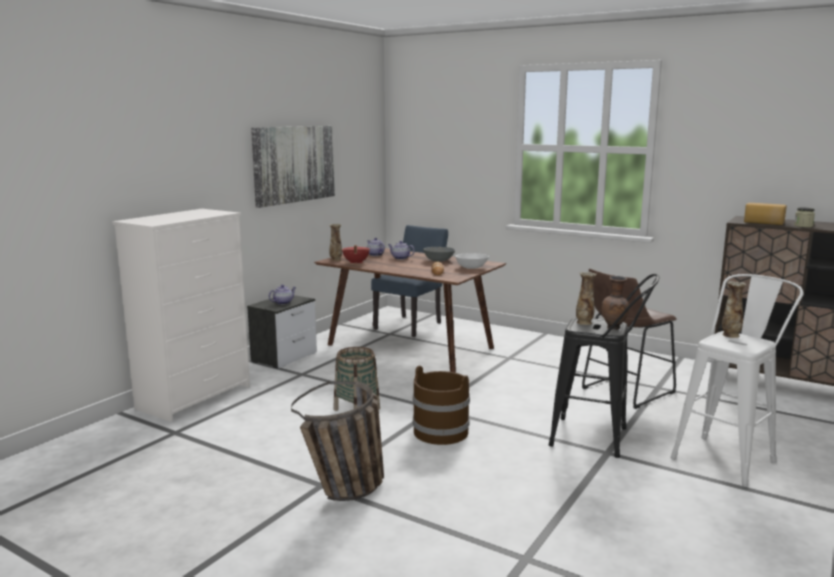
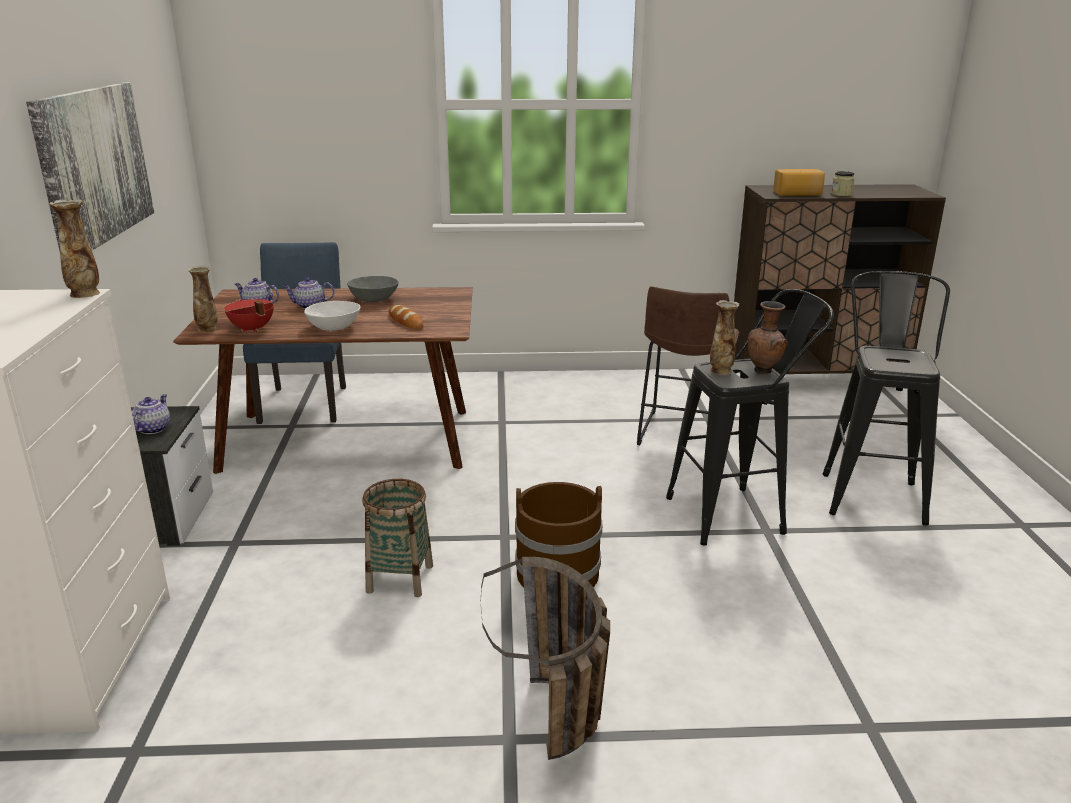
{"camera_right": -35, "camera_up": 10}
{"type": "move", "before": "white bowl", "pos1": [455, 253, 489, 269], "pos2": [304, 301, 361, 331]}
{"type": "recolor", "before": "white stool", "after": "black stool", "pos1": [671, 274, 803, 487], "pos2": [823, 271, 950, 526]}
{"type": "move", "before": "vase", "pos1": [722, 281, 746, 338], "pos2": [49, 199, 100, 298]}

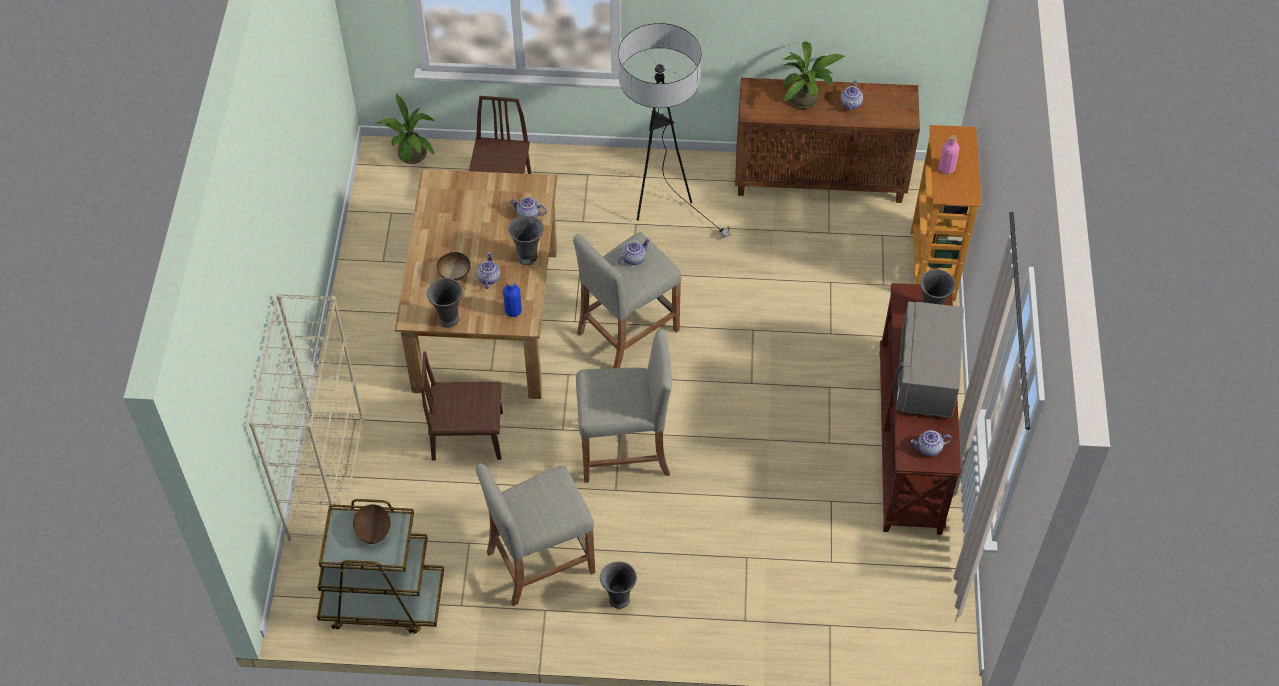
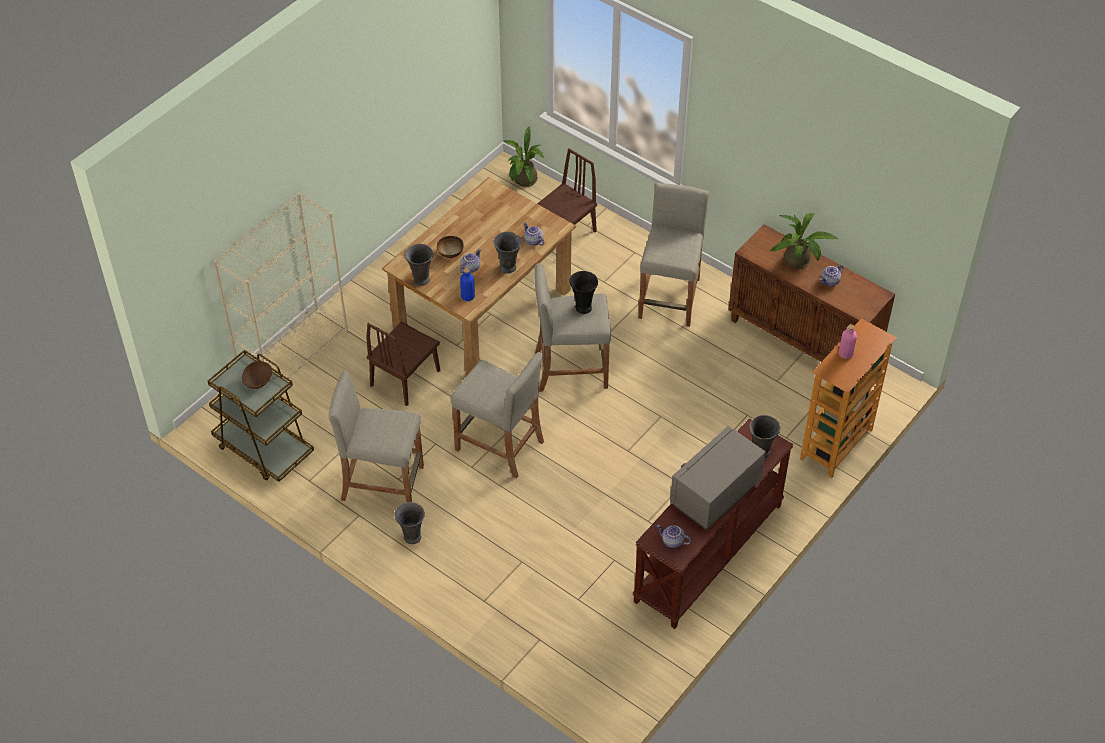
{"camera_right": 35, "camera_up": -5}
{"type": "rotate", "before": "brown chair", "pos1": [421, 351, 503, 461], "pos2": [366, 321, 440, 406], "turn": -90}
{"type": "replace", "before": "floor lamp", "after": "beige stool", "pos1": [618, 23, 731, 240], "pos2": [638, 183, 709, 327]}
{"type": "replace", "before": "teapot", "after": "black vase", "pos1": [618, 238, 650, 265], "pos2": [570, 271, 598, 314]}

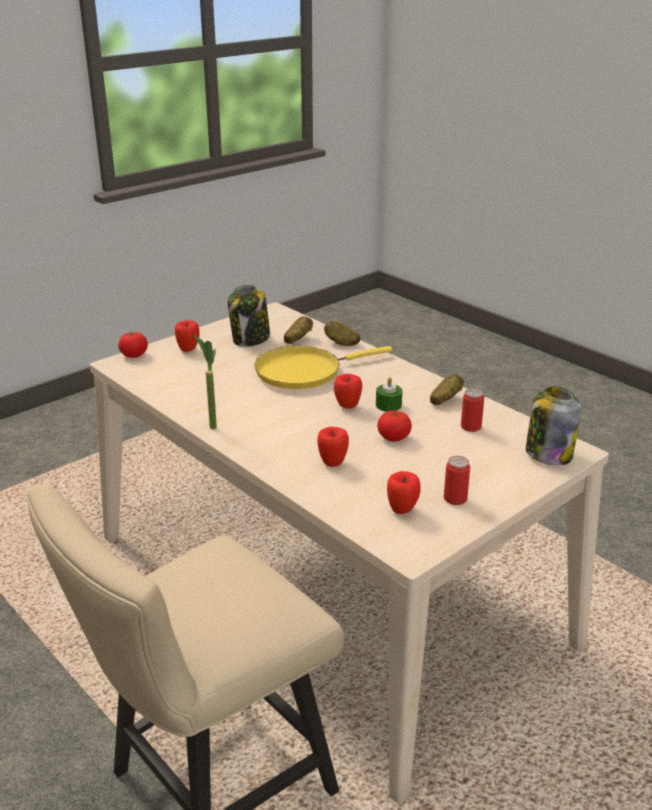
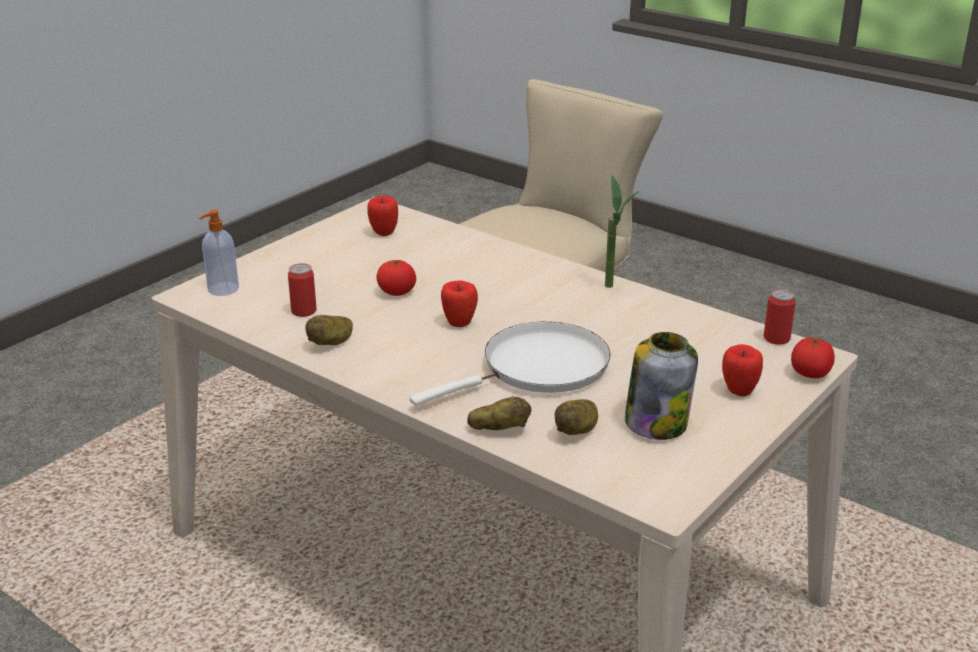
{"camera_right": 170, "camera_up": 0}
{"type": "recolor", "before": "yellow frying pan", "after": "white frying pan", "pos1": [254, 346, 393, 389], "pos2": [409, 322, 611, 406]}
{"type": "delete", "before": "apple", "pos1": [317, 427, 349, 467]}
{"type": "delete", "before": "green candle", "pos1": [376, 377, 402, 412]}
{"type": "move", "before": "can", "pos1": [444, 456, 470, 505], "pos2": [764, 289, 796, 345]}
{"type": "replace", "before": "jar", "after": "soap dispenser", "pos1": [526, 387, 582, 466], "pos2": [199, 209, 239, 296]}

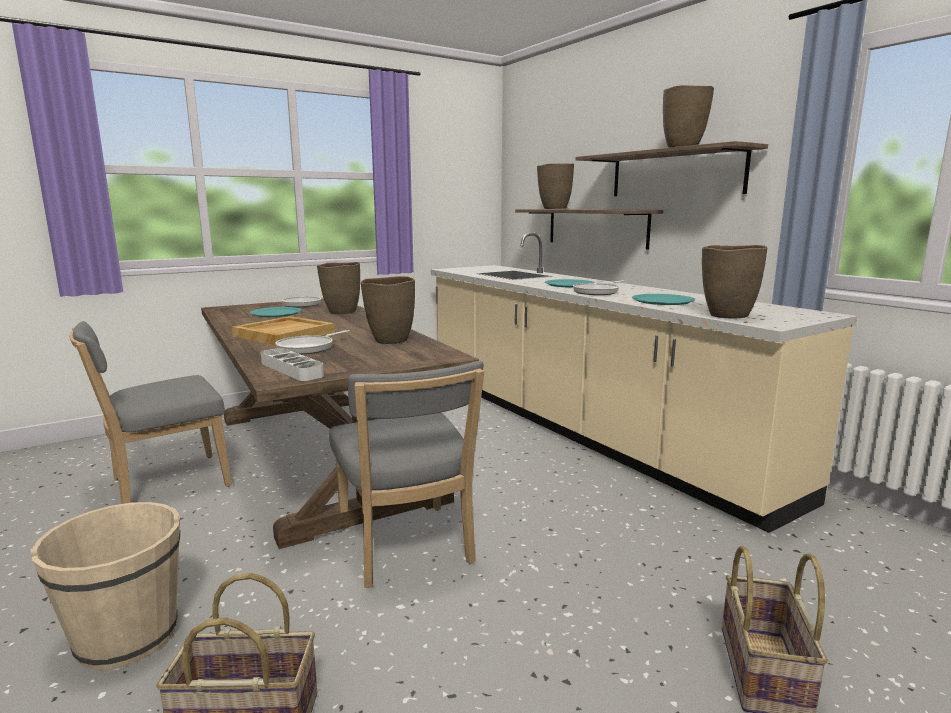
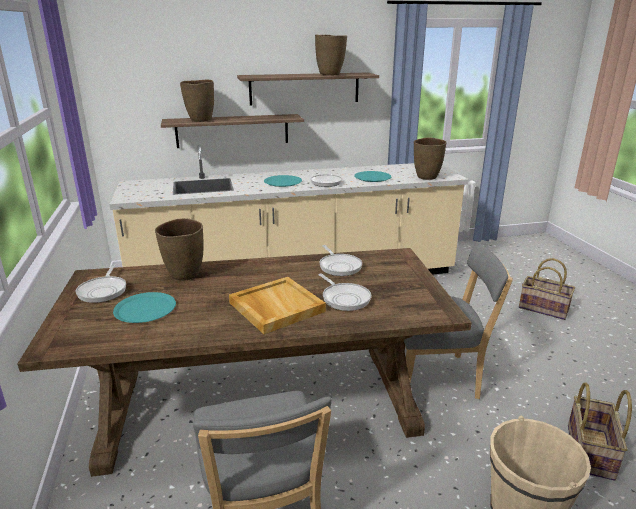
{"camera_right": -70, "camera_up": 10}
{"type": "delete", "before": "grey tray", "pos1": [261, 348, 324, 381]}
{"type": "replace", "before": "brown vase", "after": "frying pan", "pos1": [361, 276, 415, 344], "pos2": [319, 245, 362, 276]}

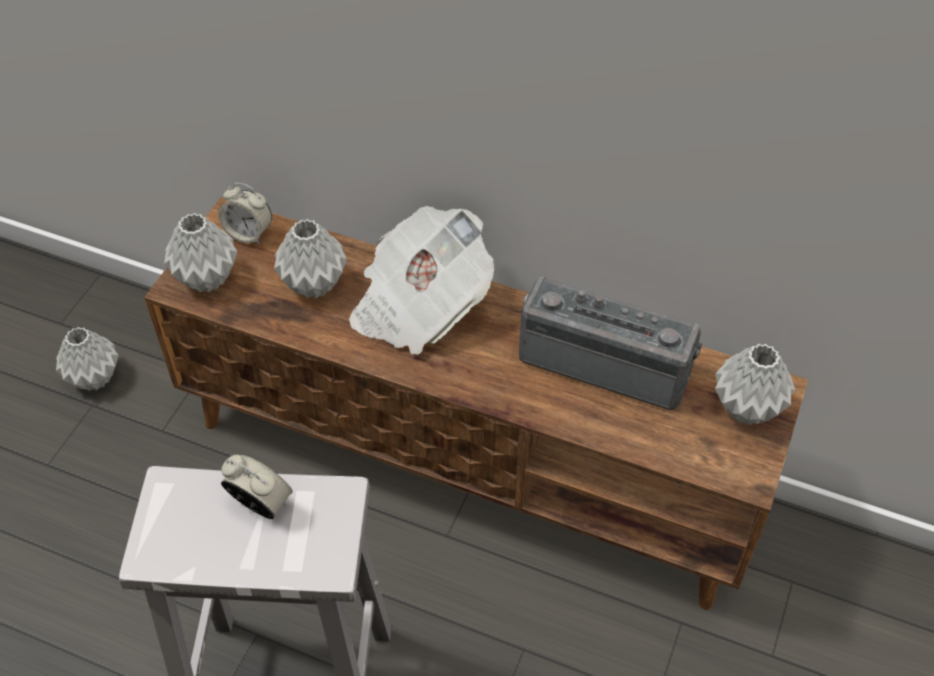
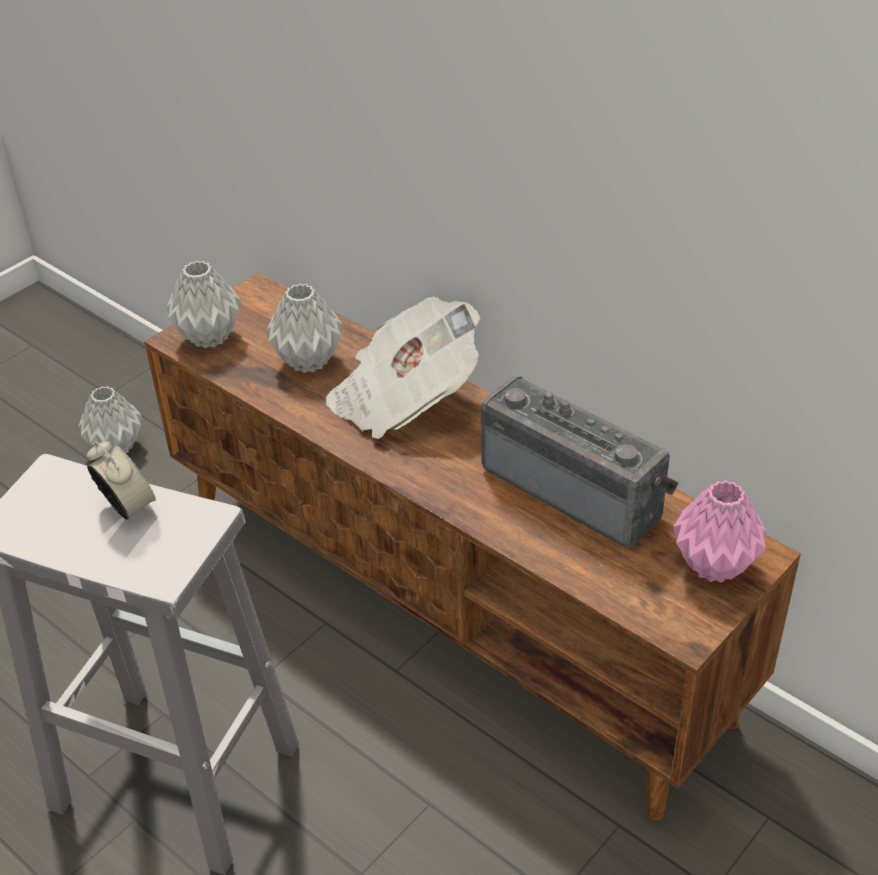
{"camera_right": 20, "camera_up": -10}
{"type": "delete", "before": "alarm clock", "pos1": [218, 183, 272, 244]}
{"type": "recolor", "before": "grey vase", "after": "pink vase", "pos1": [715, 344, 795, 425], "pos2": [673, 480, 767, 583]}

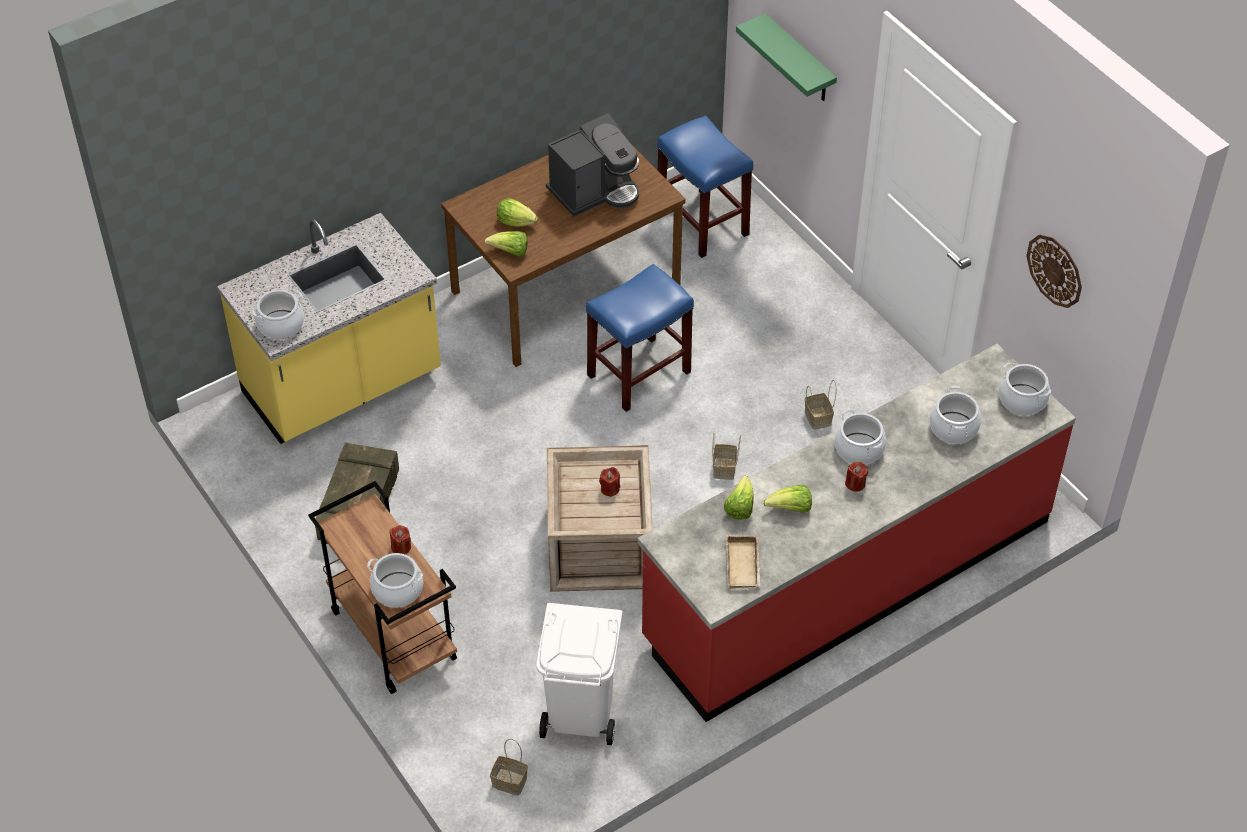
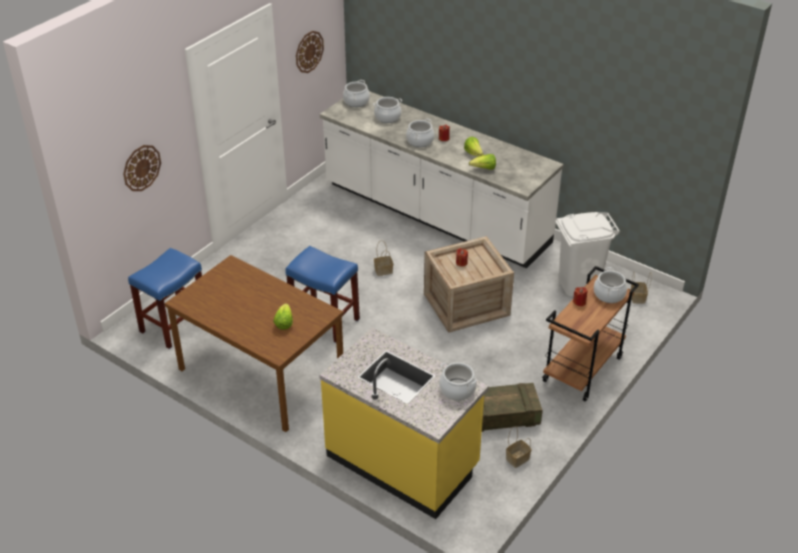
{"camera_right": -110, "camera_up": -10}
{"type": "delete", "before": "lettuce", "pos1": [484, 231, 528, 256]}
{"type": "delete", "before": "coffee machine", "pos1": [546, 113, 639, 217]}
{"type": "recolor", "before": "red counter", "after": "white counter", "pos1": [638, 344, 1076, 722], "pos2": [320, 91, 563, 269]}
{"type": "delete", "before": "beige tray", "pos1": [726, 535, 760, 589]}
{"type": "replace", "before": "green shelf", "after": "wall clock", "pos1": [736, 13, 837, 101], "pos2": [123, 145, 161, 191]}
{"type": "move", "before": "basket", "pos1": [805, 380, 836, 430], "pos2": [506, 426, 532, 468]}

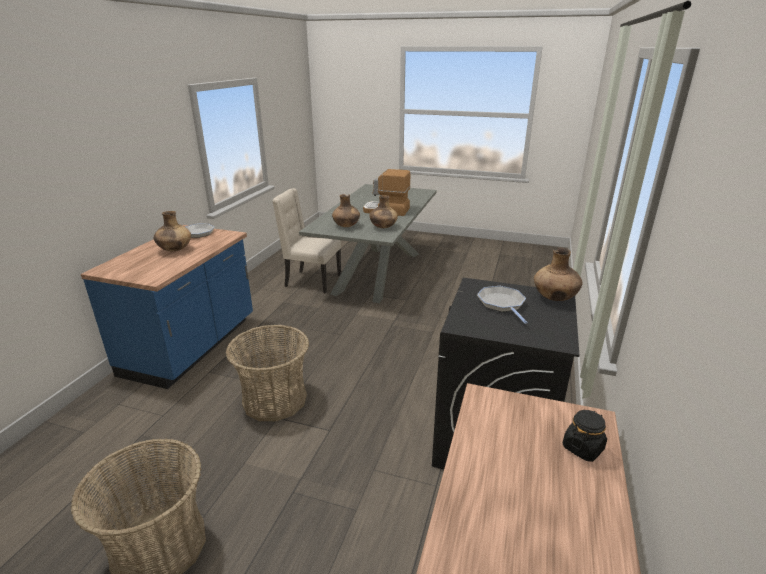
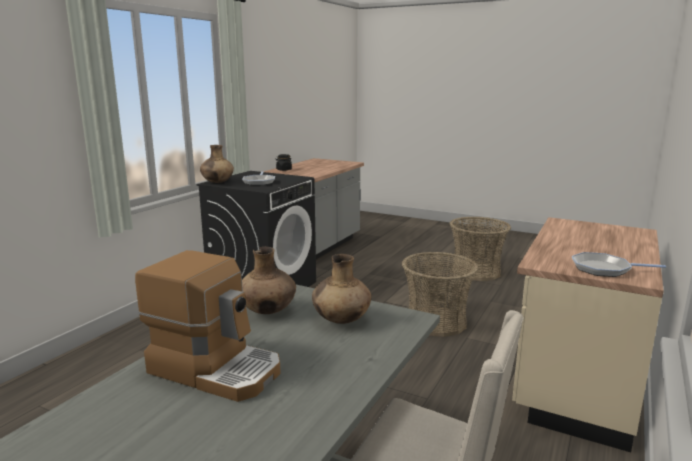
{"camera_right": -170, "camera_up": -10}
{"type": "recolor", "before": "blue counter", "after": "beige counter", "pos1": [81, 225, 253, 389], "pos2": [512, 217, 664, 452]}
{"type": "delete", "before": "brown vase", "pos1": [154, 211, 191, 251]}

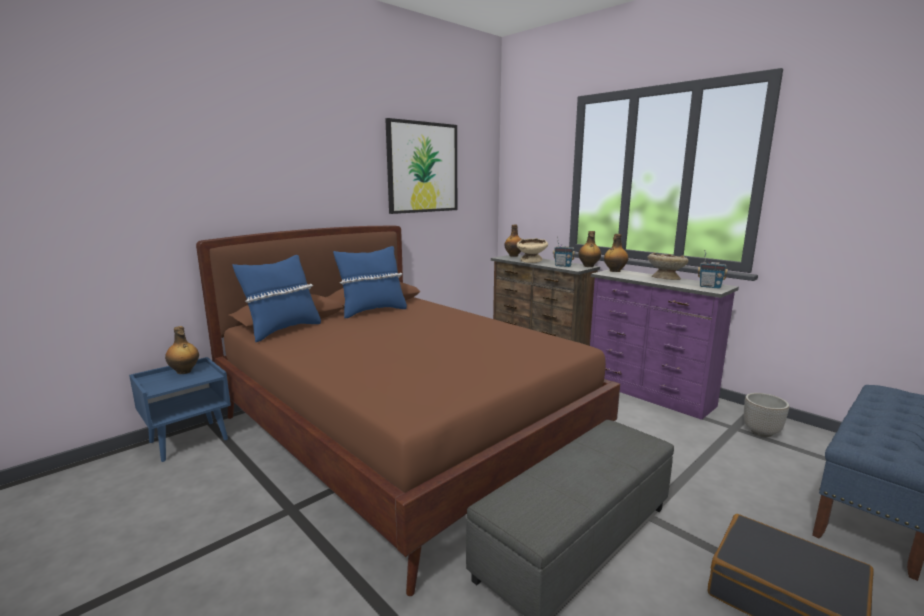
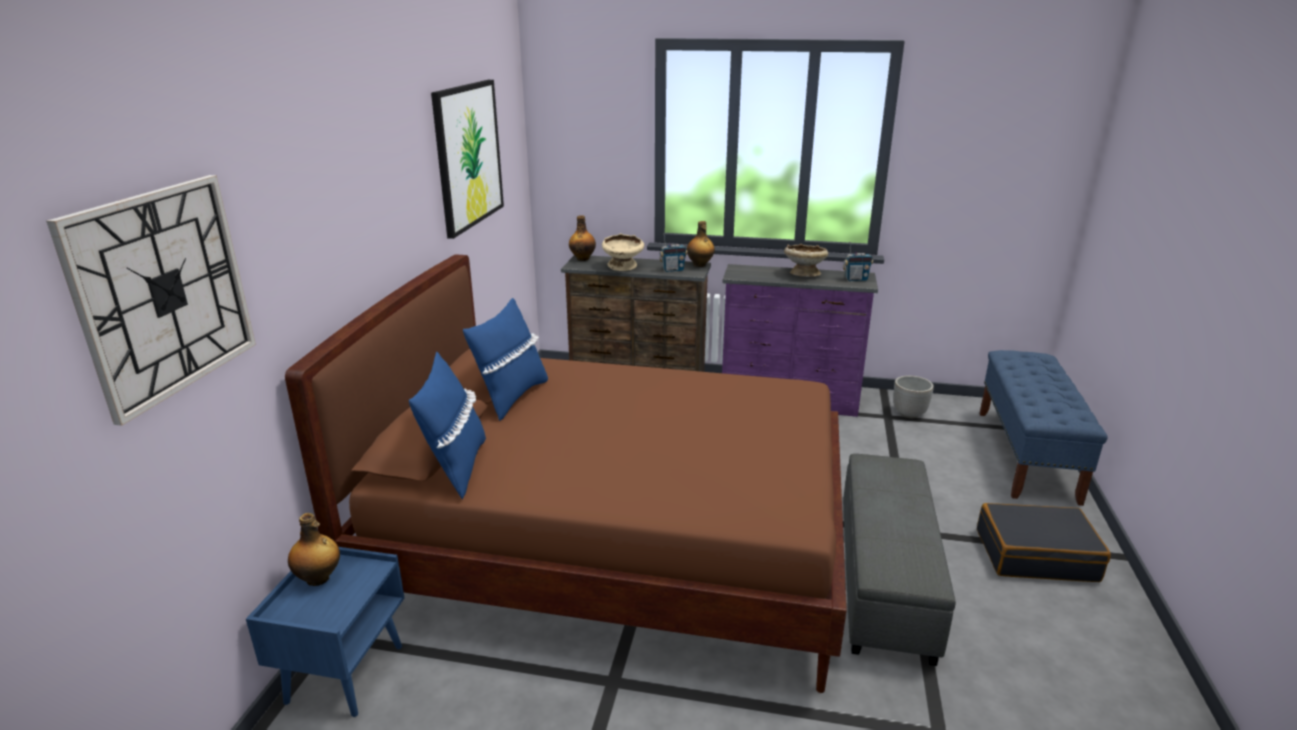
{"camera_right": -35, "camera_up": 10}
{"type": "delete", "before": "bottle", "pos1": [604, 234, 628, 272]}
{"type": "insert", "after": "wall clock", "pos2": [46, 175, 256, 426]}

